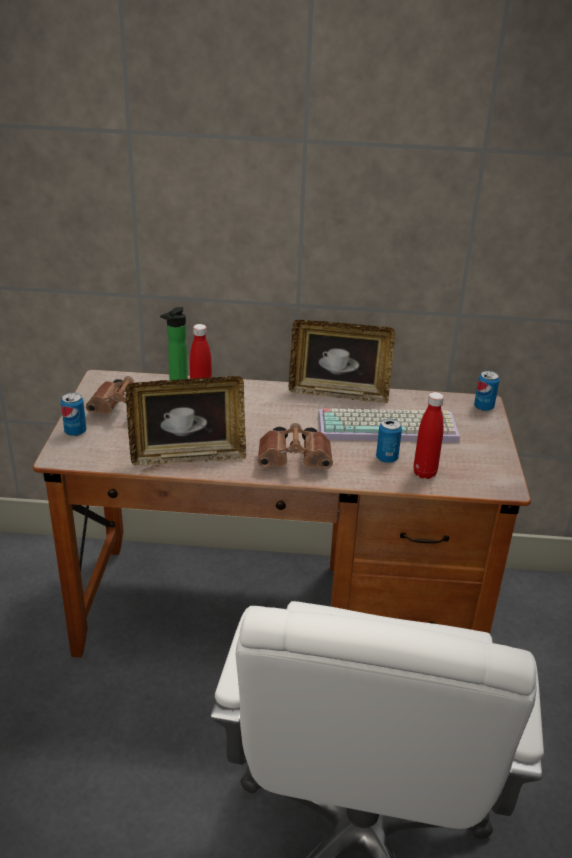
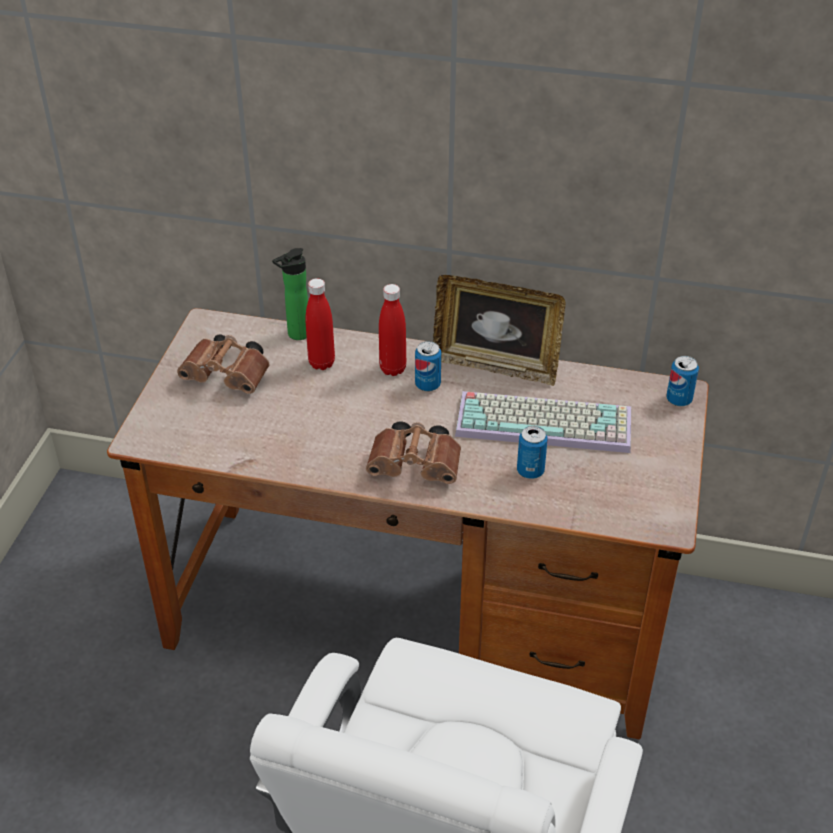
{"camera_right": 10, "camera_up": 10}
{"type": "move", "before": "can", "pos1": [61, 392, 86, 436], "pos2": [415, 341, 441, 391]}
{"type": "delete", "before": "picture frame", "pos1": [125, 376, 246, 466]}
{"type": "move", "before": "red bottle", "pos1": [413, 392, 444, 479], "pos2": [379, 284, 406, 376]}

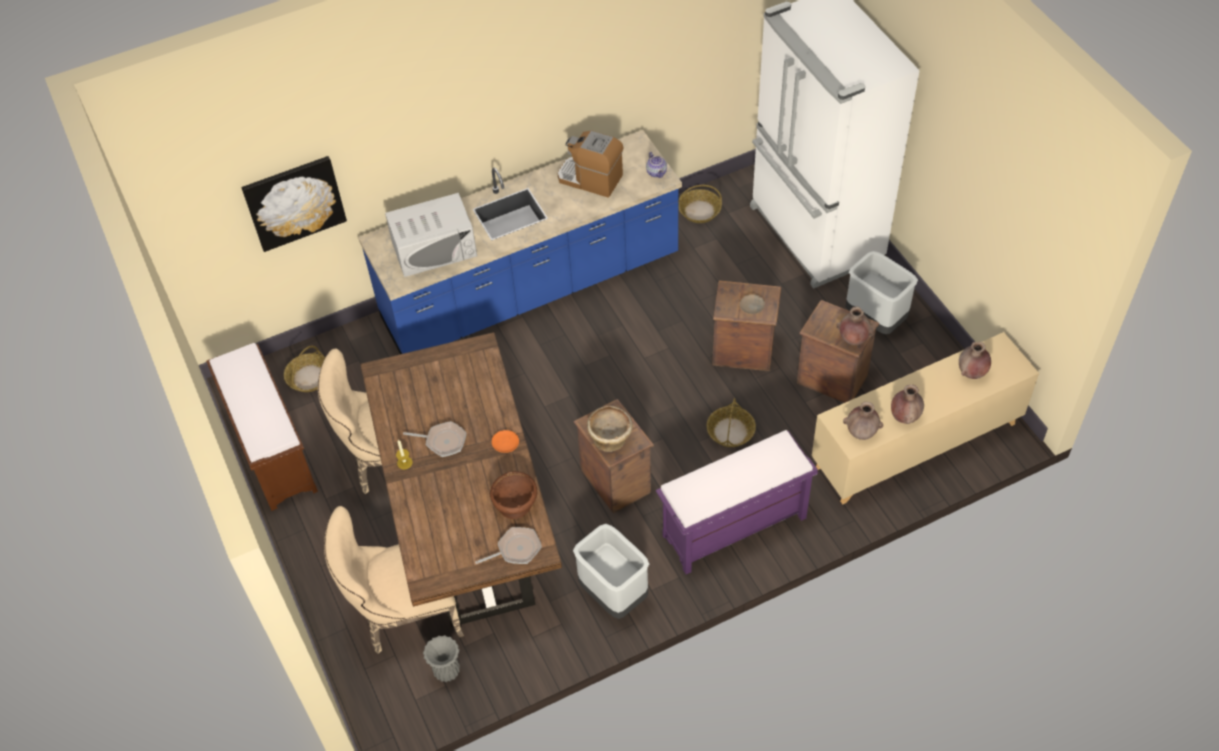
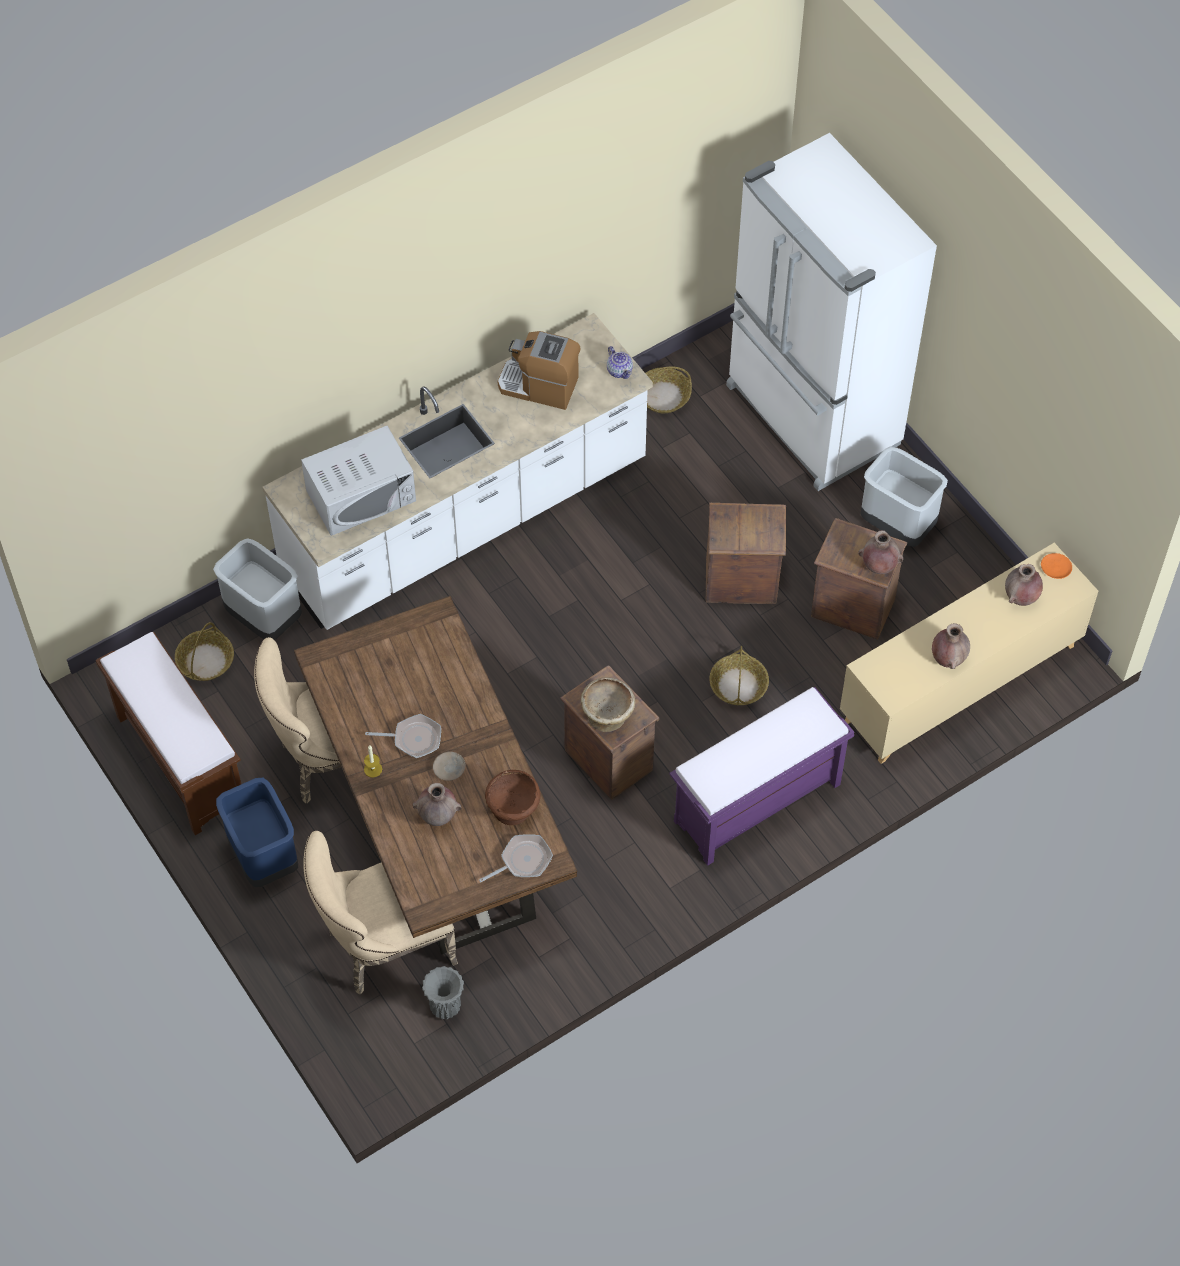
{"camera_right": -10, "camera_up": 5}
{"type": "delete", "before": "picture", "pos1": [242, 156, 347, 252]}
{"type": "recolor", "before": "blue counter", "after": "white counter", "pos1": [358, 130, 682, 354], "pos2": [262, 313, 653, 630]}
{"type": "move", "before": "orange plate", "pos1": [492, 430, 519, 453], "pos2": [1041, 553, 1072, 579]}
{"type": "move", "before": "grey trash can", "pos1": [573, 524, 649, 619], "pos2": [213, 538, 302, 640]}
{"type": "move", "before": "beige plate", "pos1": [740, 294, 765, 314], "pos2": [433, 752, 465, 781]}
{"type": "move", "before": "brown vase", "pos1": [843, 402, 883, 440], "pos2": [413, 783, 461, 826]}
{"type": "insert", "after": "blue trash can", "pos2": [216, 778, 298, 887]}

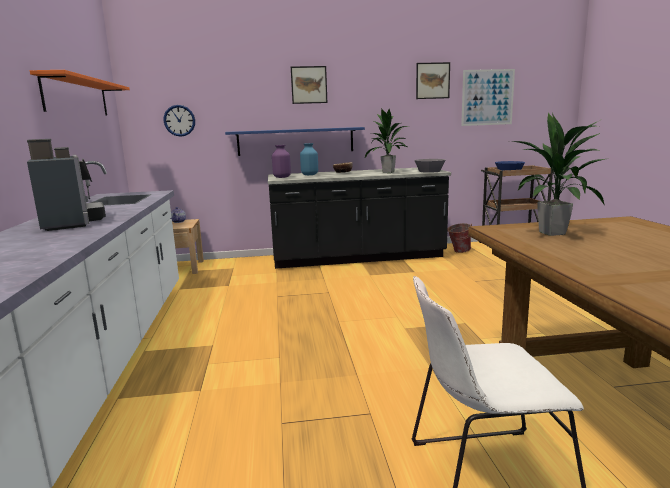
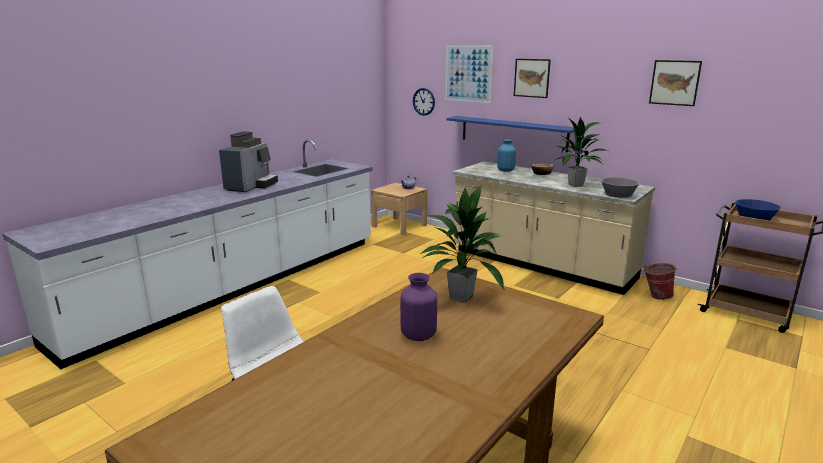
{"camera_right": 45, "camera_up": 5}
{"type": "delete", "before": "orange shelf", "pos1": [30, 70, 130, 116]}
{"type": "recolor", "before": "black counter", "after": "beige counter", "pos1": [268, 168, 451, 269], "pos2": [453, 161, 655, 295]}
{"type": "move", "before": "purple vase", "pos1": [272, 145, 291, 178], "pos2": [400, 273, 437, 341]}
{"type": "move", "before": "picture", "pos1": [461, 69, 515, 126], "pos2": [445, 45, 494, 103]}

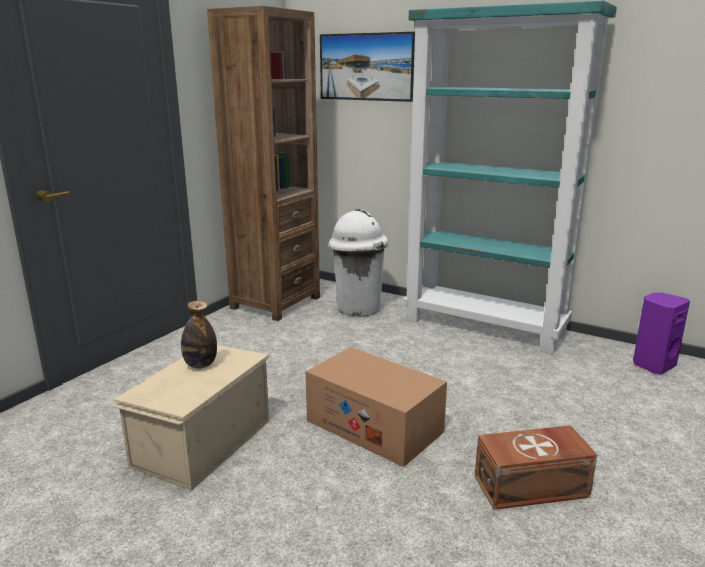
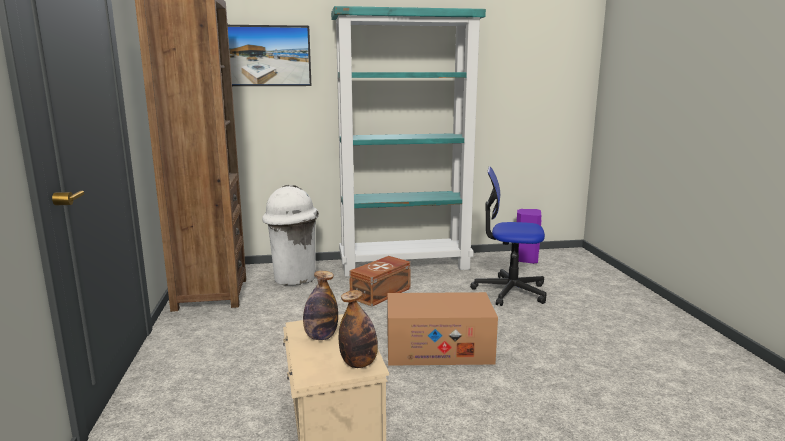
{"camera_right": -40, "camera_up": -5}
{"type": "move", "before": "brown storage box", "pos1": [475, 425, 597, 510], "pos2": [349, 256, 411, 306]}
{"type": "insert", "after": "bottle", "pos2": [339, 290, 378, 368]}
{"type": "insert", "after": "office chair", "pos2": [470, 166, 547, 306]}

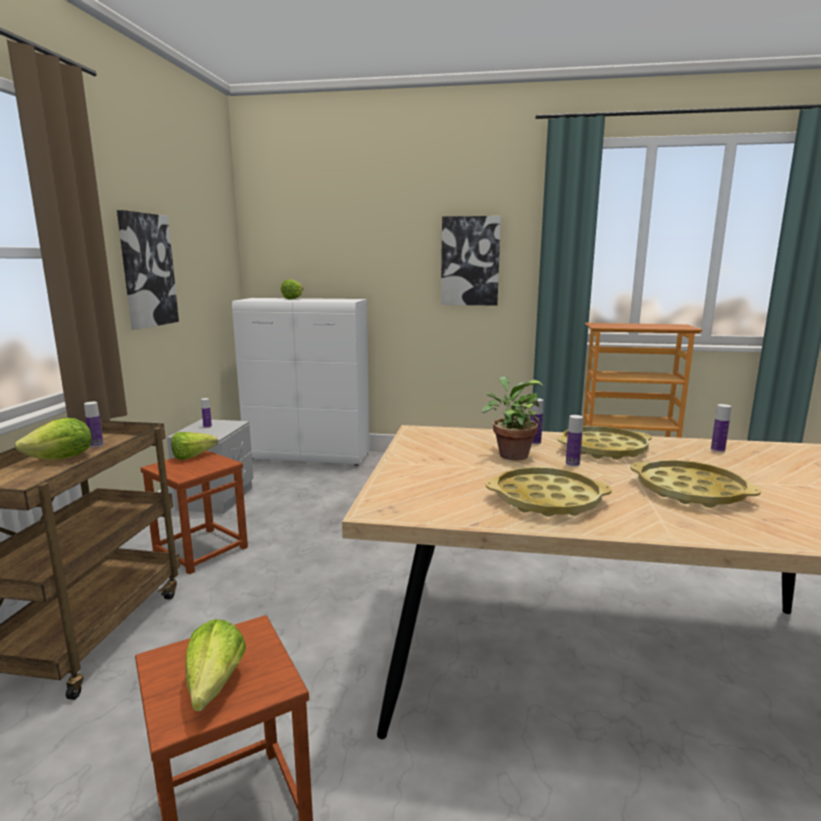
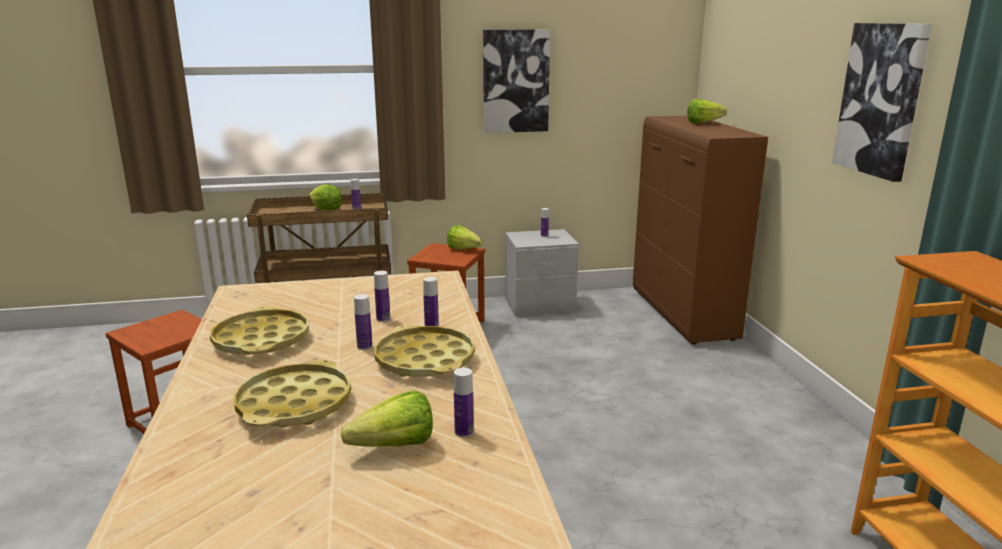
{"camera_right": 70, "camera_up": 5}
{"type": "move", "before": "lettuce", "pos1": [185, 619, 246, 711], "pos2": [341, 391, 433, 447]}
{"type": "recolor", "before": "white cabinet", "after": "brown cabinet", "pos1": [232, 298, 370, 466], "pos2": [633, 116, 768, 345]}
{"type": "replace", "before": "potted plant", "after": "bottle", "pos1": [482, 376, 543, 460], "pos2": [374, 271, 390, 322]}

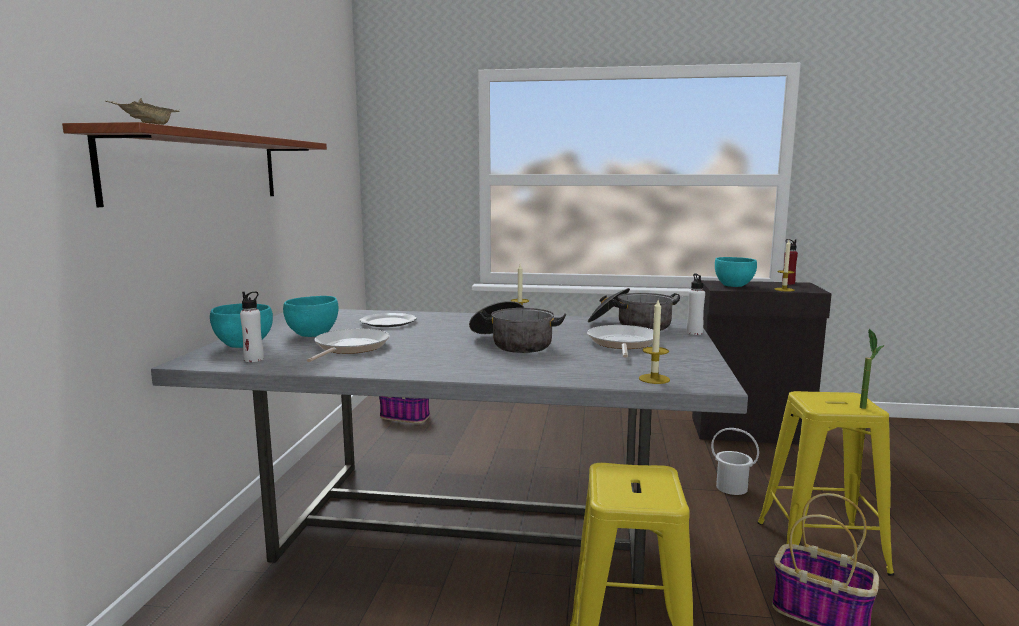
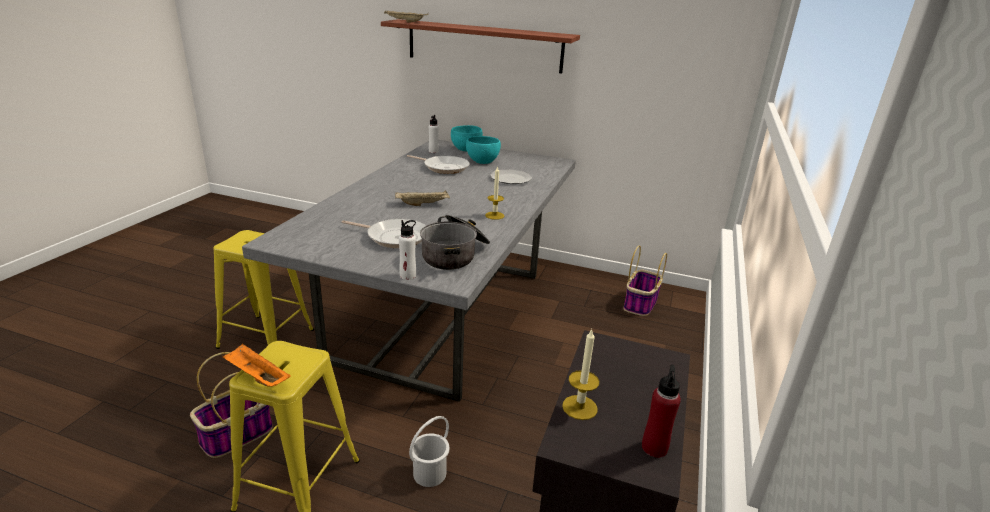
{"camera_right": 100, "camera_up": 15}
{"type": "replace", "before": "cooking pot", "after": "beige tray", "pos1": [469, 301, 567, 353], "pos2": [395, 190, 450, 206]}
{"type": "delete", "before": "candle", "pos1": [639, 300, 670, 384]}
{"type": "delete", "before": "turquoise bowl", "pos1": [715, 257, 757, 287]}
{"type": "replace", "before": "potted plant", "after": "orange tray", "pos1": [860, 329, 885, 409], "pos2": [223, 344, 291, 387]}

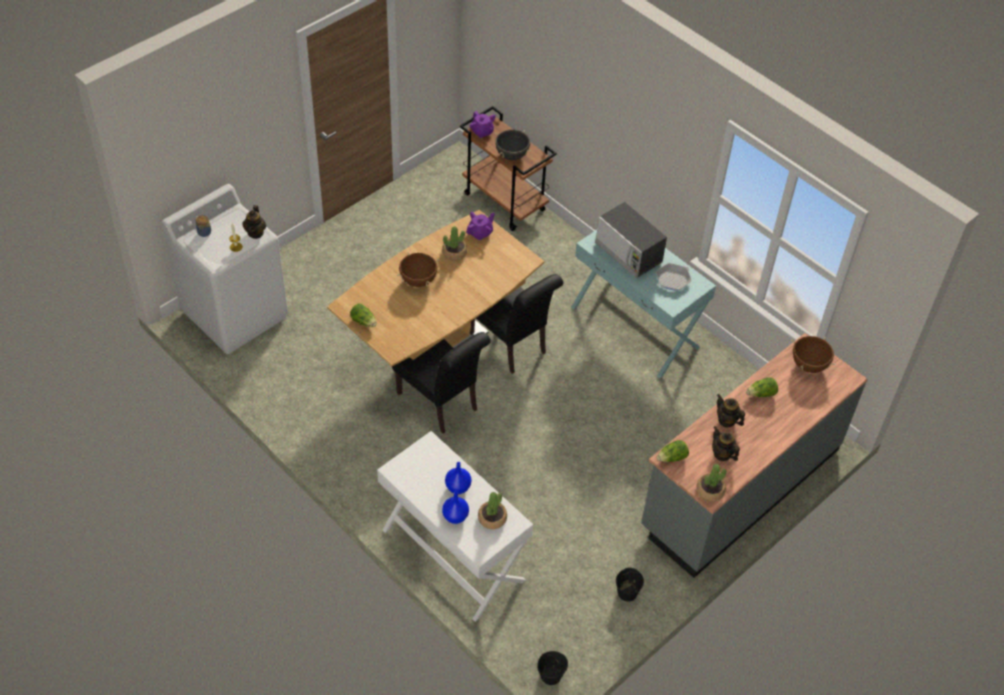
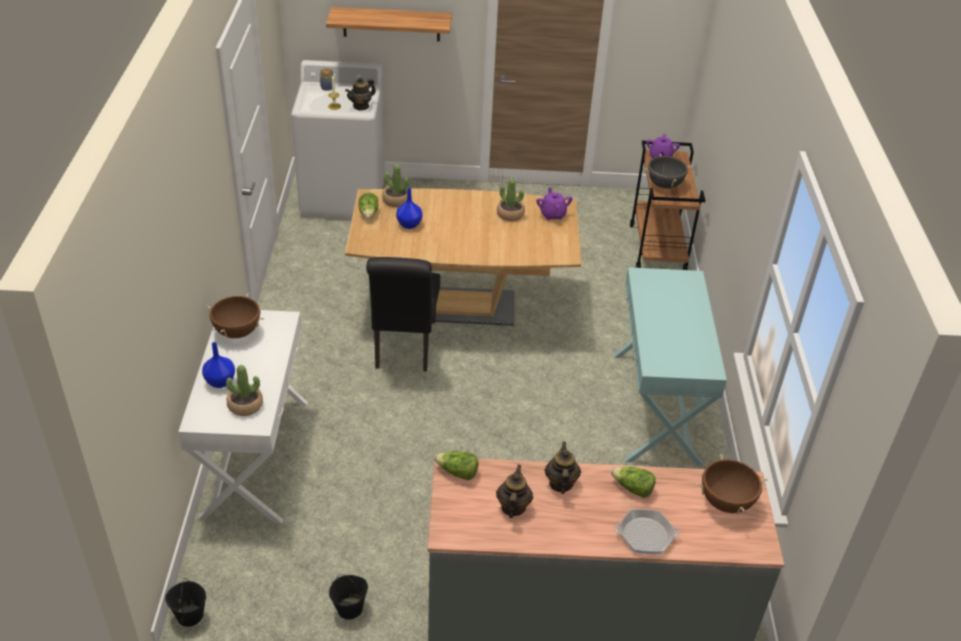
{"camera_right": 45, "camera_up": -10}
{"type": "move", "before": "brown cooking pot", "pos1": [397, 252, 440, 287], "pos2": [206, 294, 264, 338]}
{"type": "move", "before": "blue vase", "pos1": [445, 462, 472, 494], "pos2": [396, 188, 423, 229]}
{"type": "rotate", "before": "purple teapot", "pos1": [466, 212, 495, 240], "pos2": [536, 187, 573, 220], "turn": -105}
{"type": "delete", "before": "black chair", "pos1": [470, 274, 563, 374]}
{"type": "delete", "before": "microwave", "pos1": [595, 202, 667, 278]}
{"type": "move", "before": "frying pan", "pos1": [656, 263, 691, 291], "pos2": [614, 509, 680, 554]}
{"type": "move", "before": "potted plant", "pos1": [696, 464, 726, 501], "pos2": [382, 164, 409, 207]}
{"type": "insert", "after": "shelf", "pos2": [326, 7, 452, 41]}

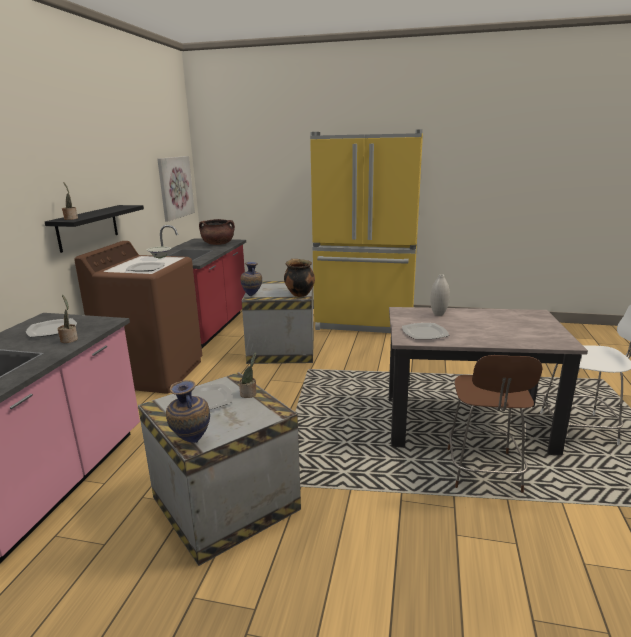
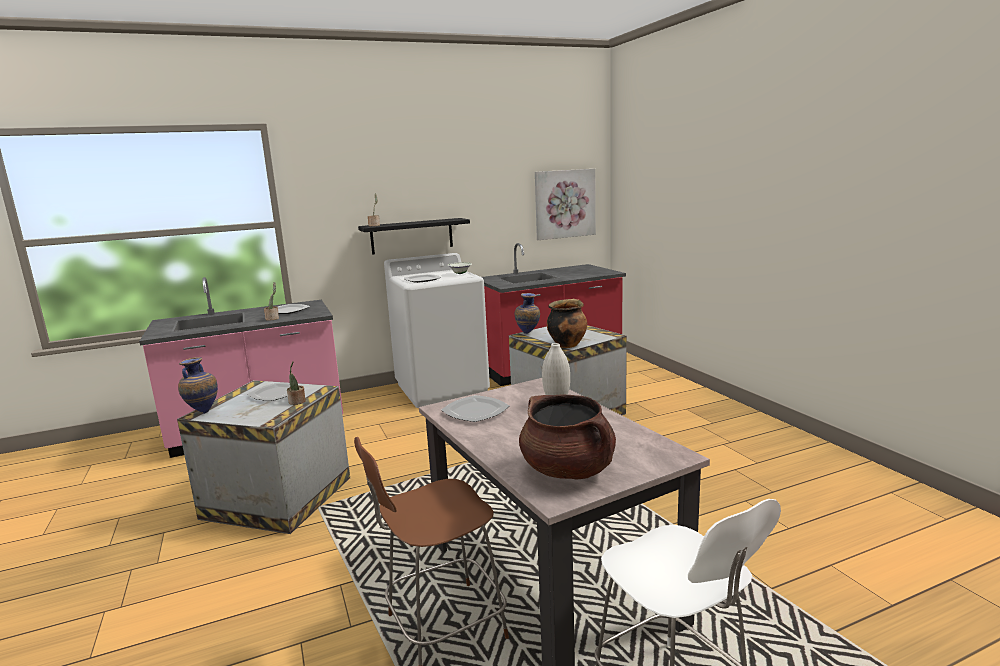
{"camera_right": 55, "camera_up": -5}
{"type": "recolor", "before": "brown washing machine", "after": "white washing machine", "pos1": [74, 241, 202, 394], "pos2": [384, 253, 490, 408]}
{"type": "move", "before": "brown cooking pot", "pos1": [199, 219, 235, 245], "pos2": [519, 394, 616, 480]}
{"type": "delete", "before": "yellow fridge", "pos1": [310, 129, 423, 333]}

